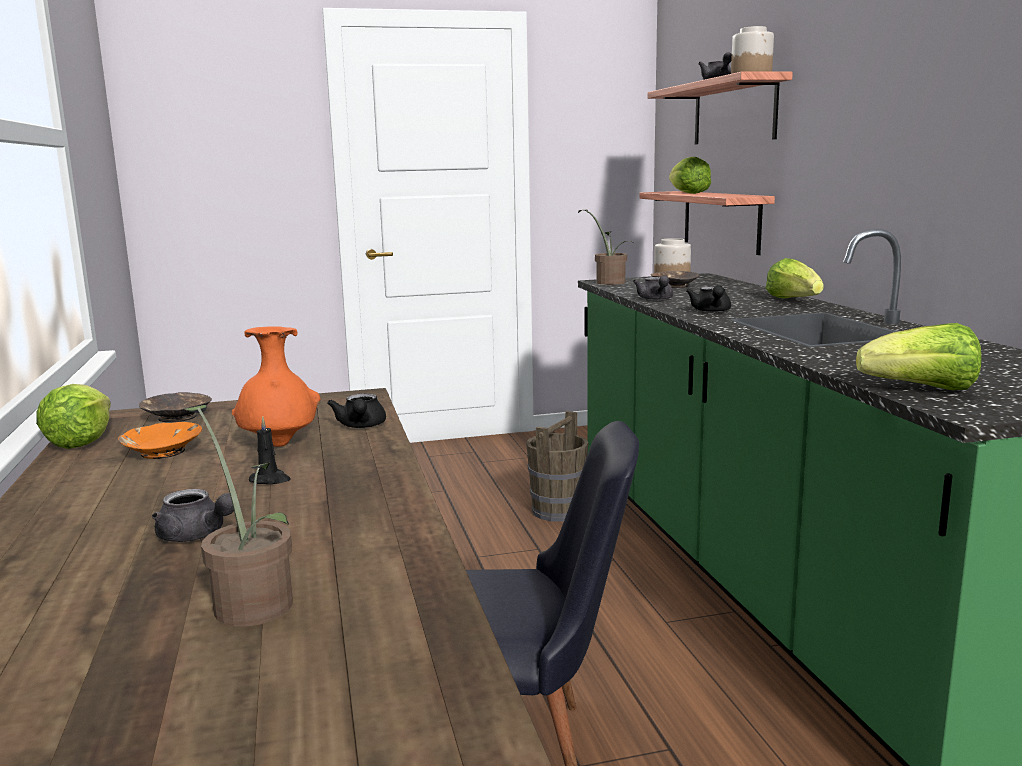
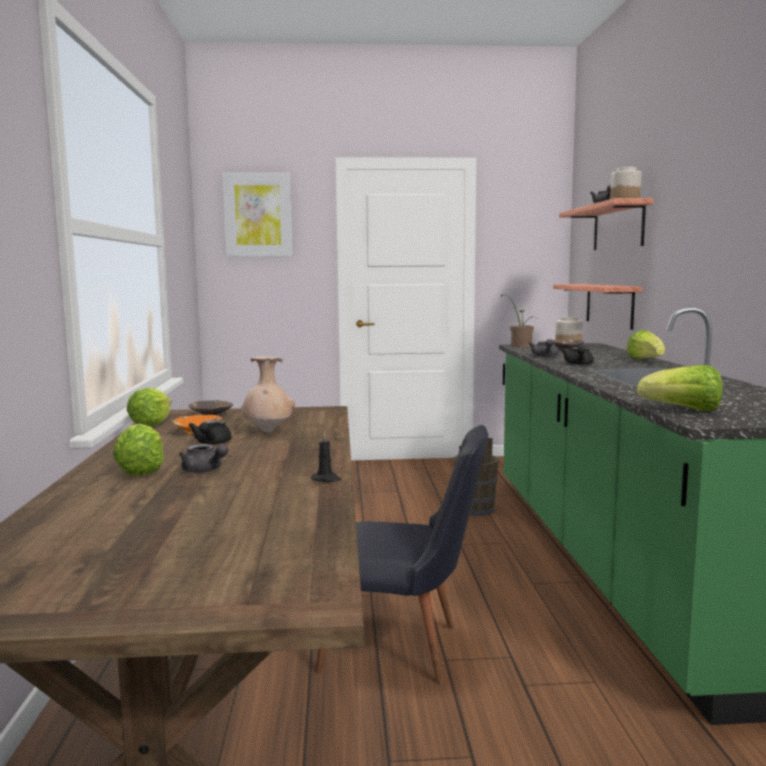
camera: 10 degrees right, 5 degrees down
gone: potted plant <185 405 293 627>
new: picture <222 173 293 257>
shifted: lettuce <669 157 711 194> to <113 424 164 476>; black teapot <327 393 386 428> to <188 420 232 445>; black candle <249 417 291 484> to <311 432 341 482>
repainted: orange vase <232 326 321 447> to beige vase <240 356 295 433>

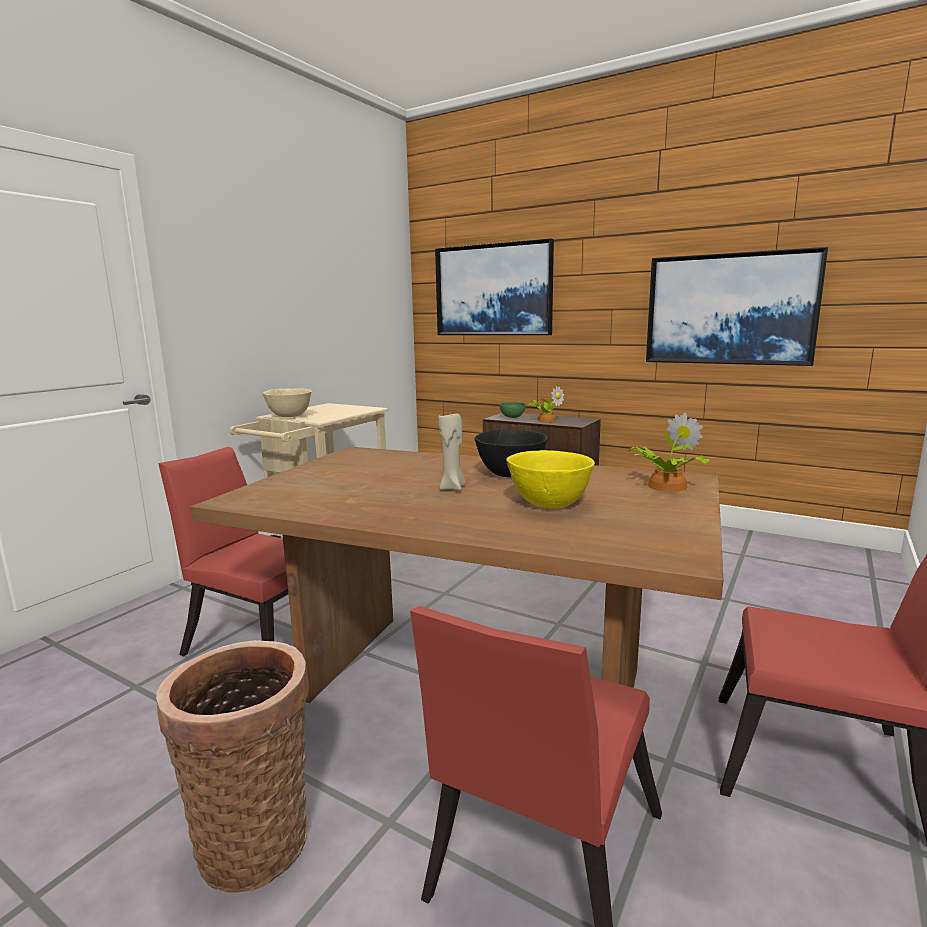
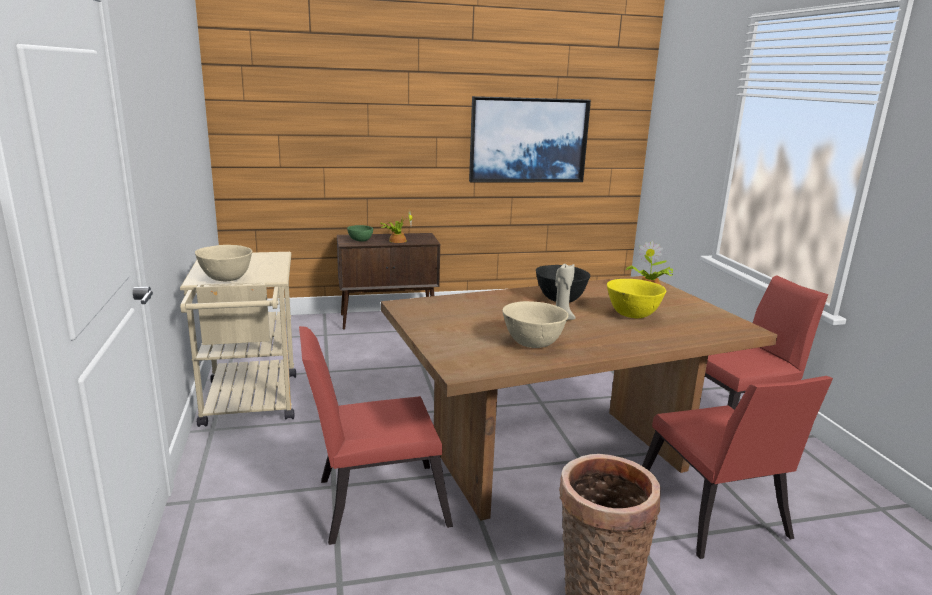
camera: 45 degrees left, 5 degrees up
gone: picture <435 238 554 335>
new: beige bowl <502 301 569 348>

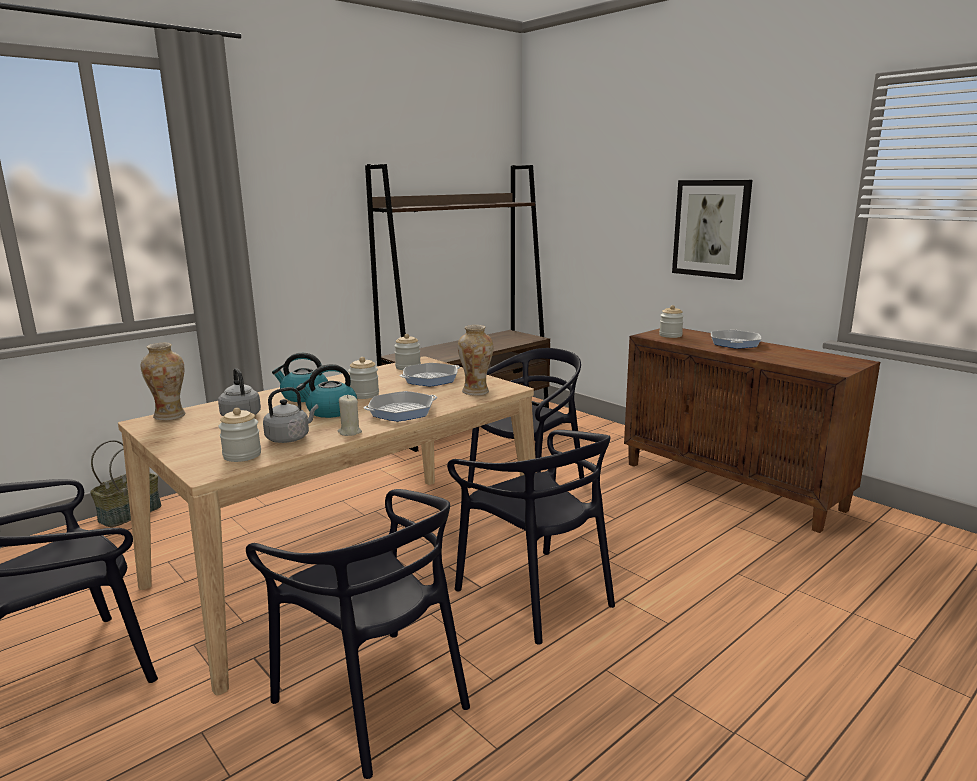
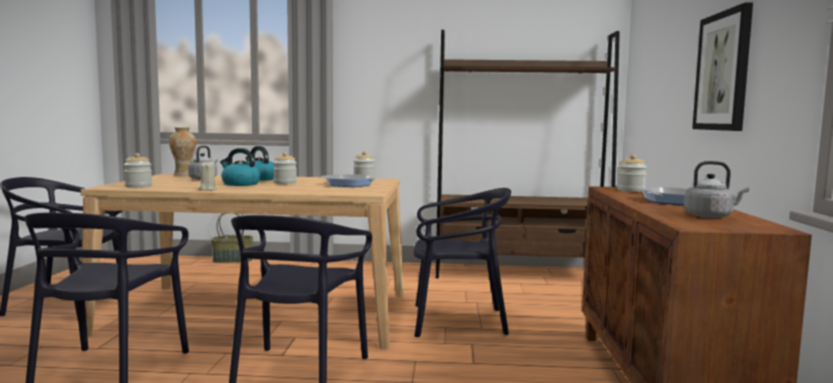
camera: 45 degrees right, 10 degrees down
gone: frying pan <364 391 437 422>; vase <458 325 493 396>
shifted: grey kettle <263 387 319 443> to <684 161 749 218>

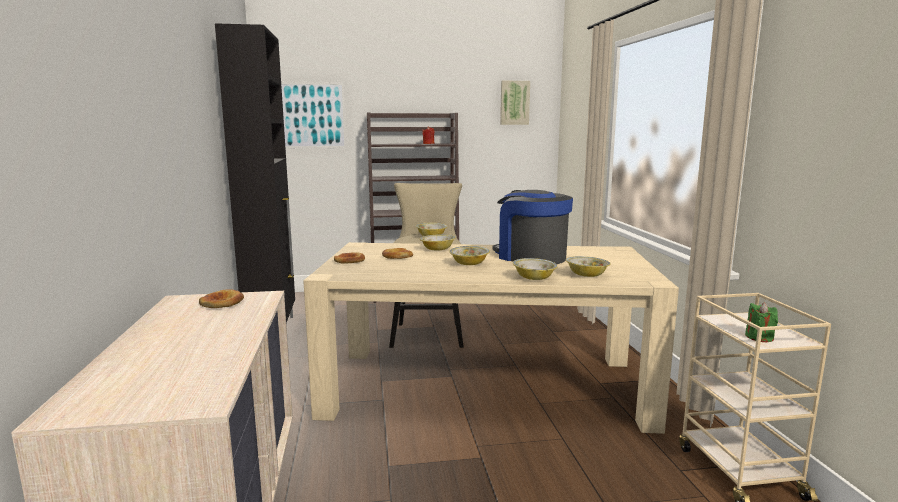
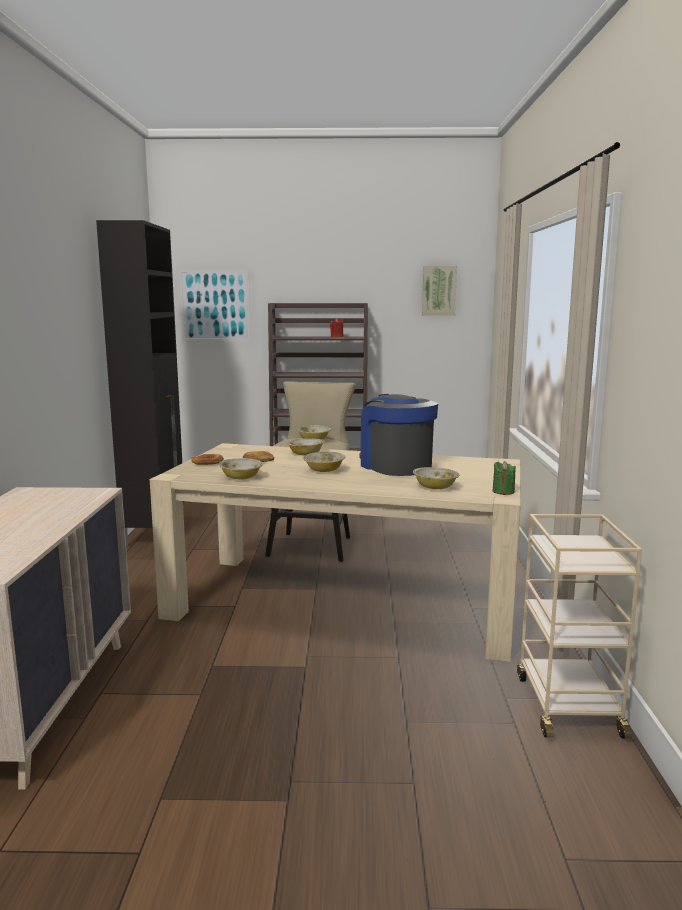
camera: 10 degrees right, 0 degrees up
gone: bread <199 289 244 308>
shifted: bowl <513 258 558 280> to <219 458 263 479>; green candle <745 303 778 342> to <493 461 516 495>

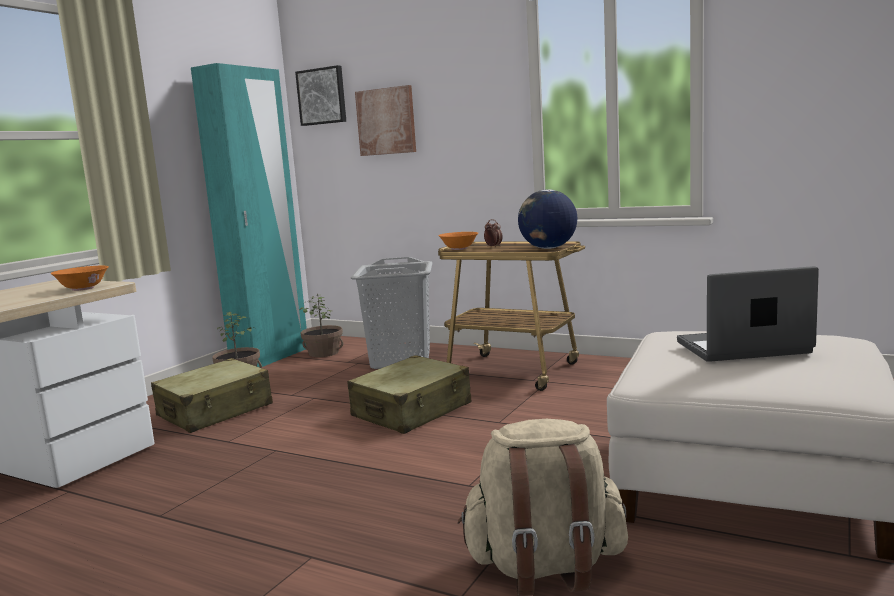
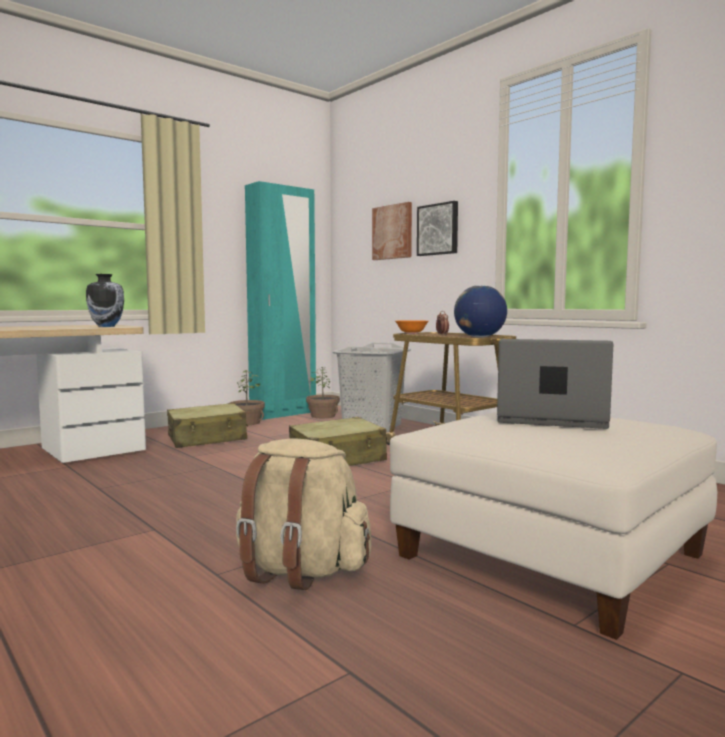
camera: 20 degrees right, 5 degrees down
shifted: picture <295 65 346 126> to <417 201 458 256>
swapped: orange bowl <50 266 109 291> to vase <86 274 124 327>

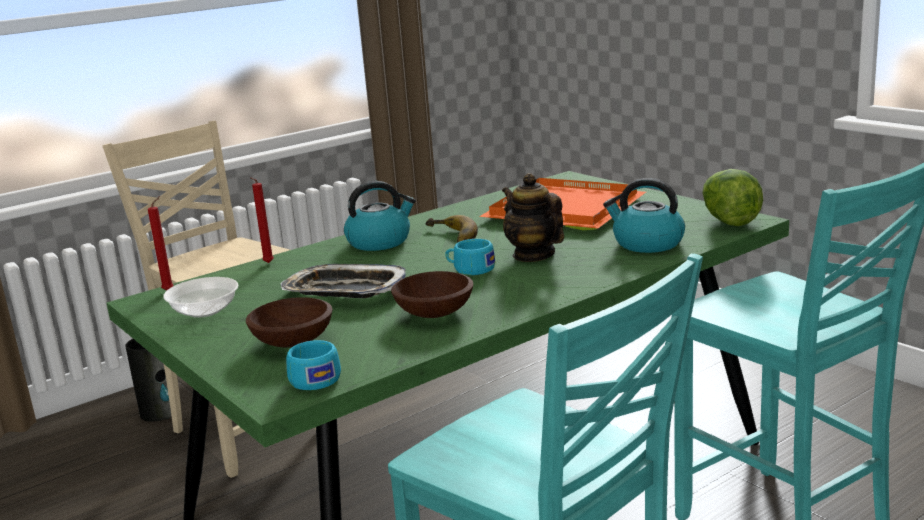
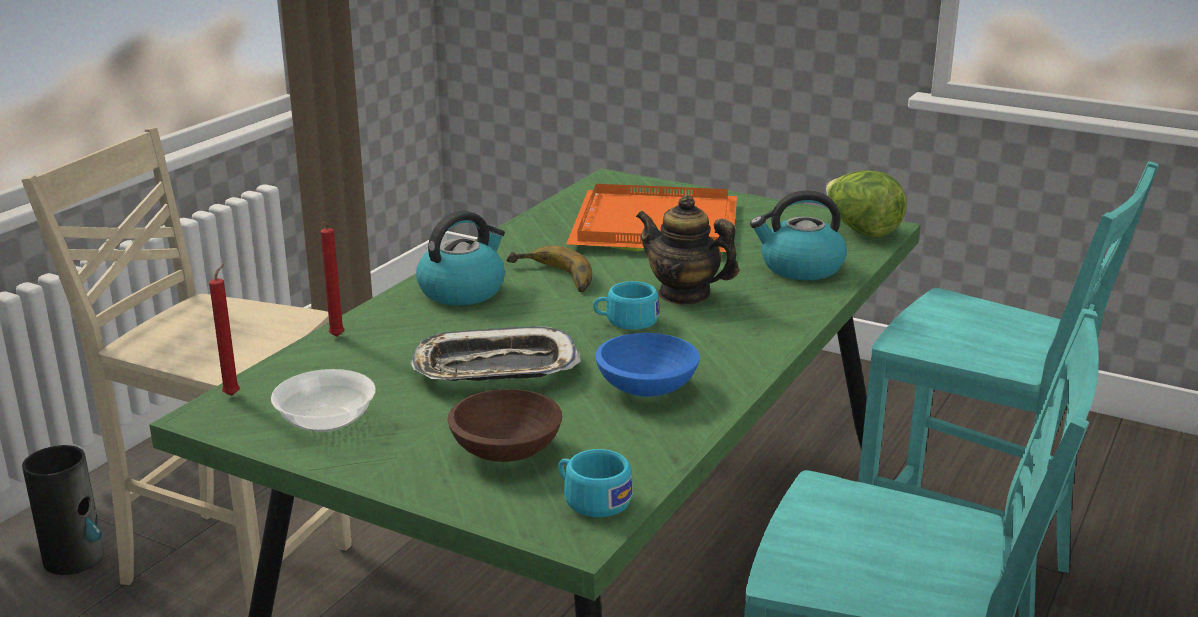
camera: 25 degrees left, 5 degrees up
repainted: brown bowl <391 271 473 318> to blue bowl <595 333 700 397>

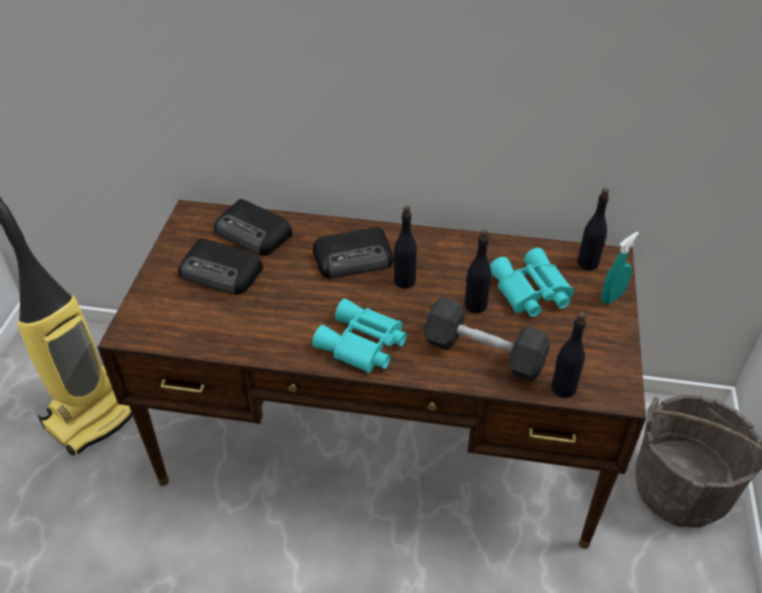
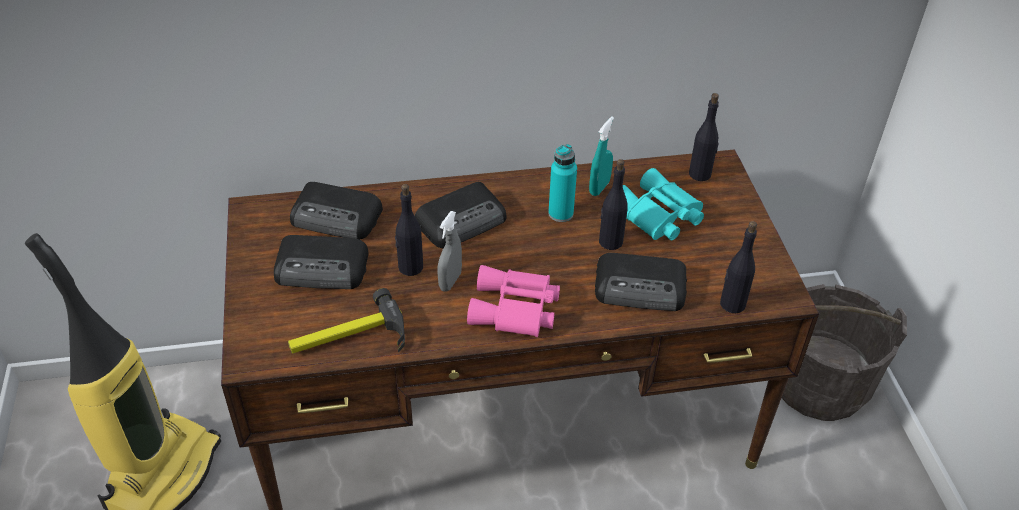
camera: 20 degrees left, 0 degrees up
new: hammer <288 288 405 354>; grey spray bottle <438 211 462 292>; turquoise bottle <548 144 577 222>
shifted: black bottle <393 205 417 289> to <395 184 423 276>; turquoise spray bottle <601 232 639 304> to <589 116 614 196>
swapped: black dumbbell <424 297 550 381> to radio <595 253 687 311>
repainted: turquoise binoculars <312 299 407 373> to pink binoculars <467 265 560 337>

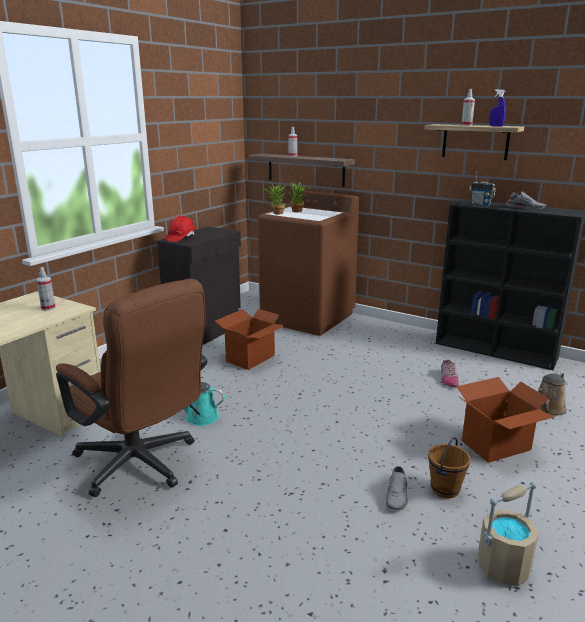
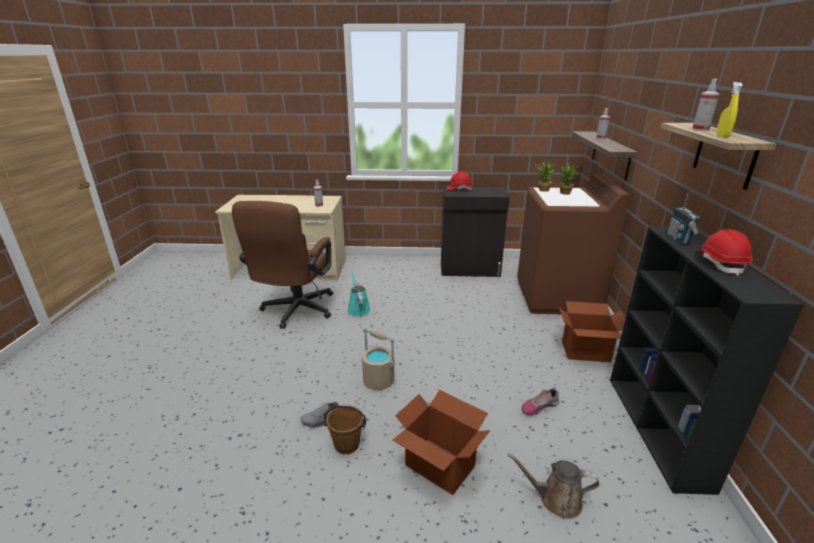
camera: 60 degrees right, 5 degrees up
shifted: beige bucket <478 482 539 586> to <362 328 395 390>; cardboard box <215 309 286 370> to <559 301 625 362>
swapped: grey shoe <506 191 546 210> to red hard hat <697 230 753 276>
repainted: blue spray bottle <489 89 506 127> to yellow spray bottle <716 82 743 138>

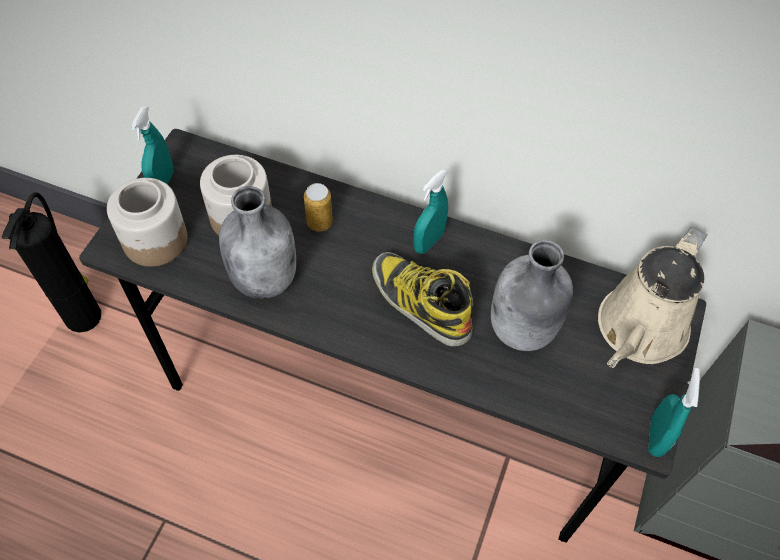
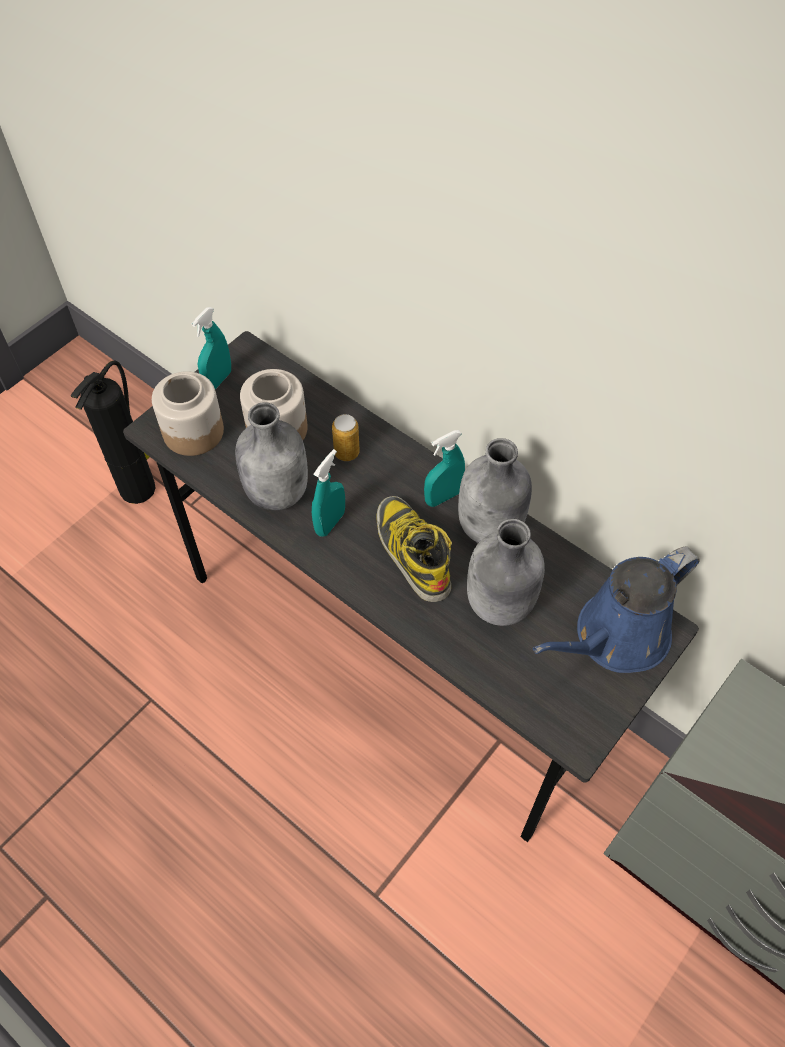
camera: 20 degrees right, 0 degrees up
new: grey bottle <458 438 532 543>
shifted: turquoise spray bottle <648 368 700 457> to <312 449 345 537>
repainted: beige watering can <598 227 707 368> to blue watering can <533 547 700 673>

